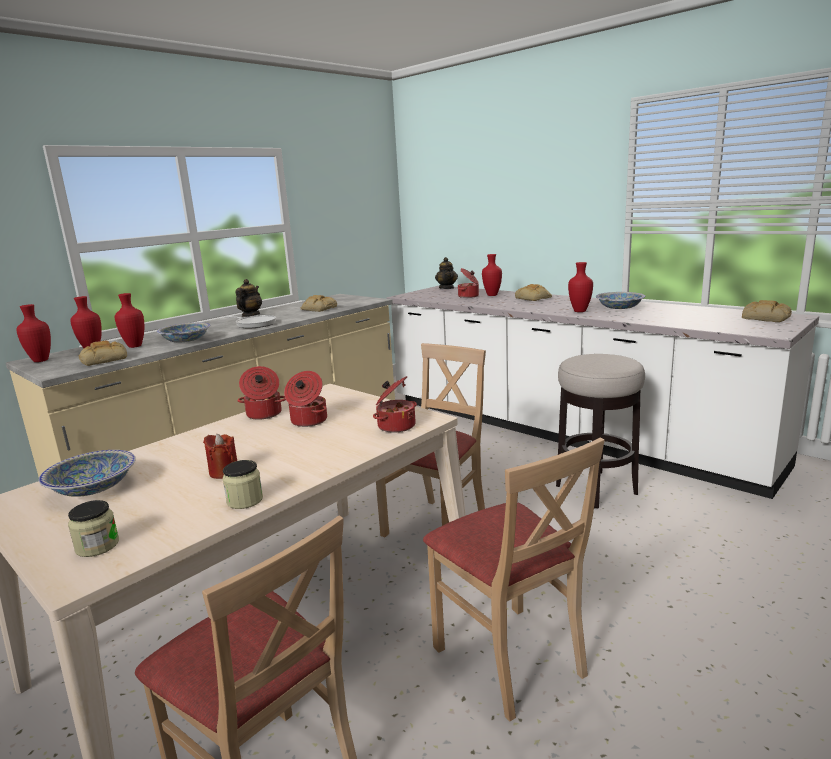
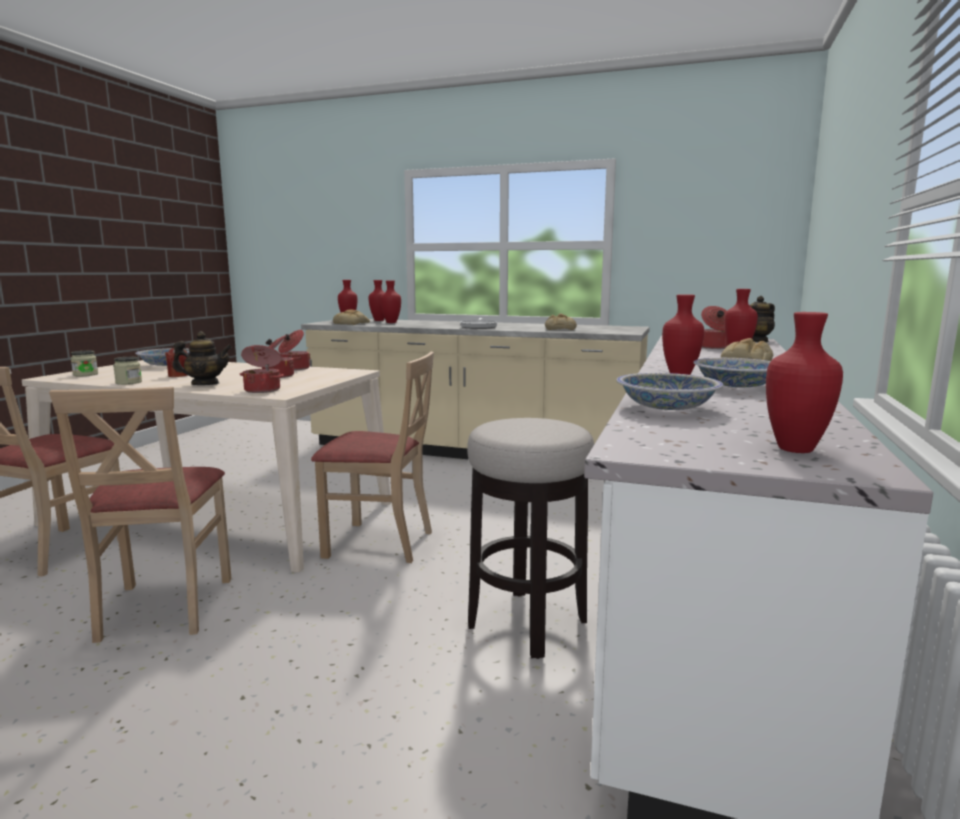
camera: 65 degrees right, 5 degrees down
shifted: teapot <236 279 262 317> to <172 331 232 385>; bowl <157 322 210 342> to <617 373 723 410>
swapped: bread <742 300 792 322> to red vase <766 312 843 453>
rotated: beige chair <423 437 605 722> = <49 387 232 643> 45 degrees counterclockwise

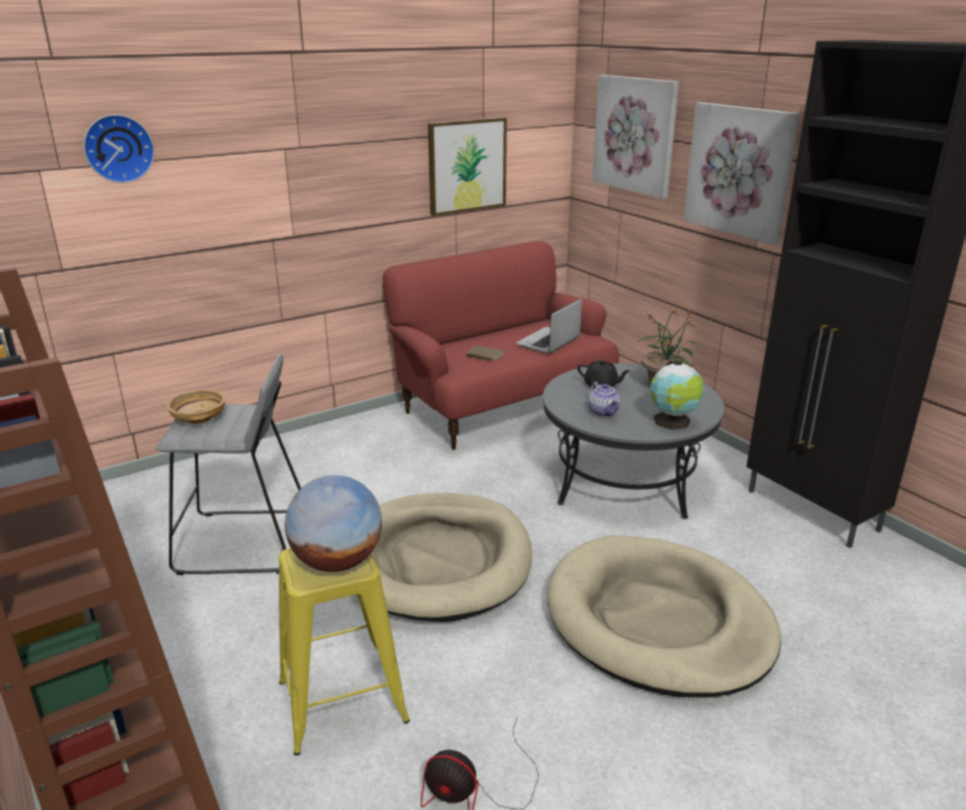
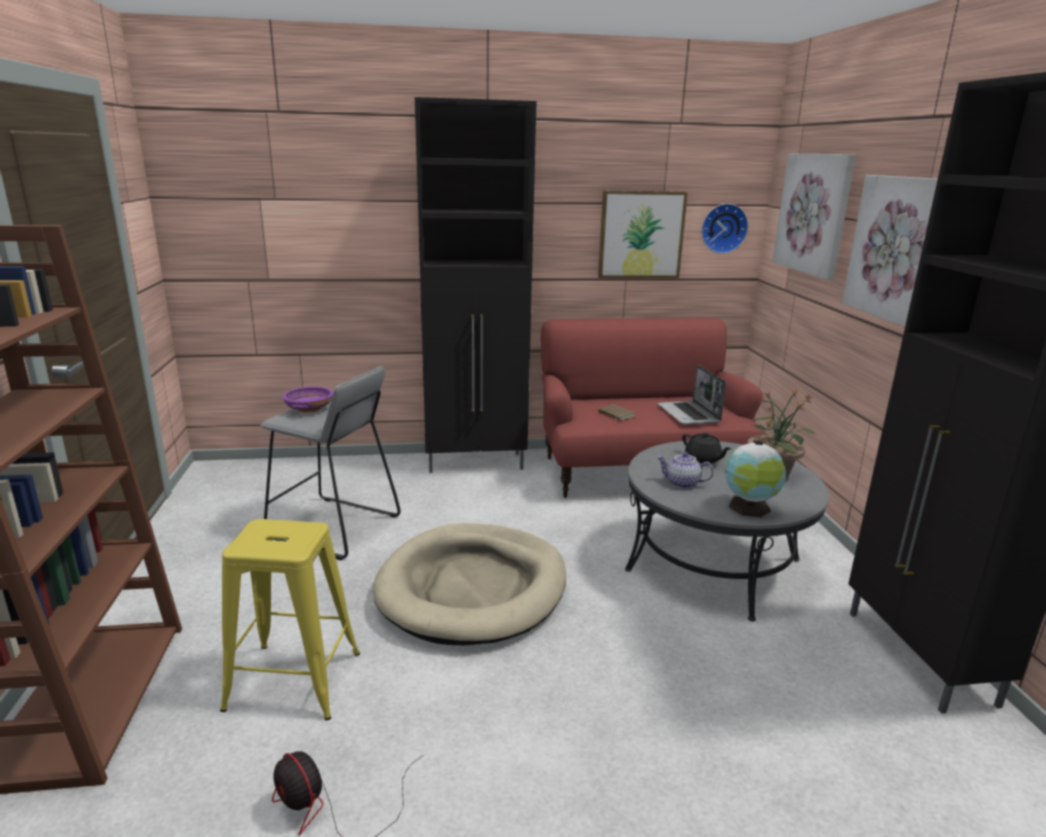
camera: 25 degrees right, 5 degrees down
gone: globe <285 475 382 572>; beige dog bed <547 536 781 697>
new: black cabinet <415 97 537 473>
shifted: wall clock <83 114 154 183> to <701 203 748 254>
repainted: beige bowl <166 390 226 424> to purple bowl <282 387 333 413>
rotated: laptop <516 298 582 354> = <657 365 726 425> 75 degrees counterclockwise; teapot <588 381 620 417> = <657 452 714 488> 105 degrees clockwise

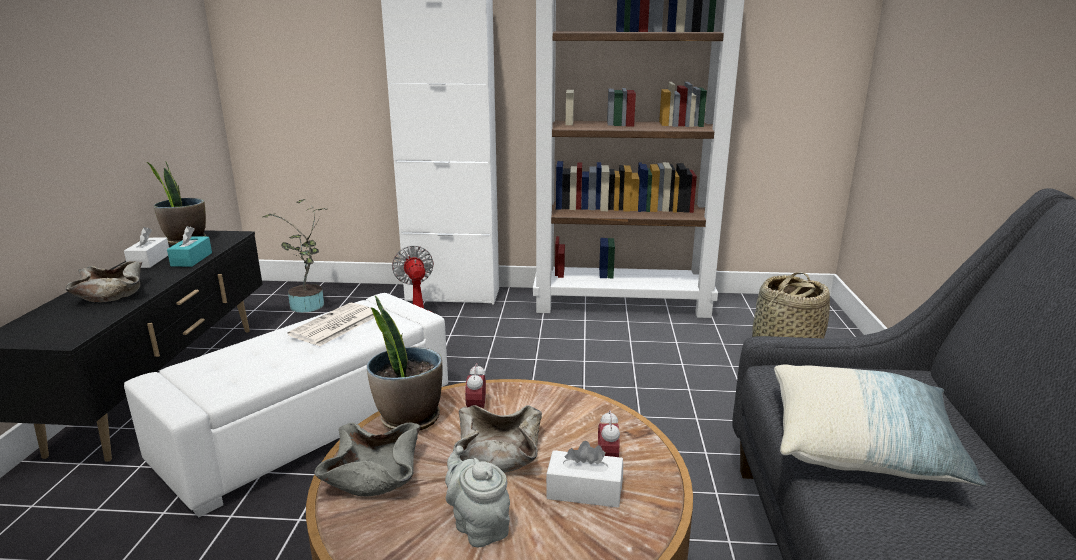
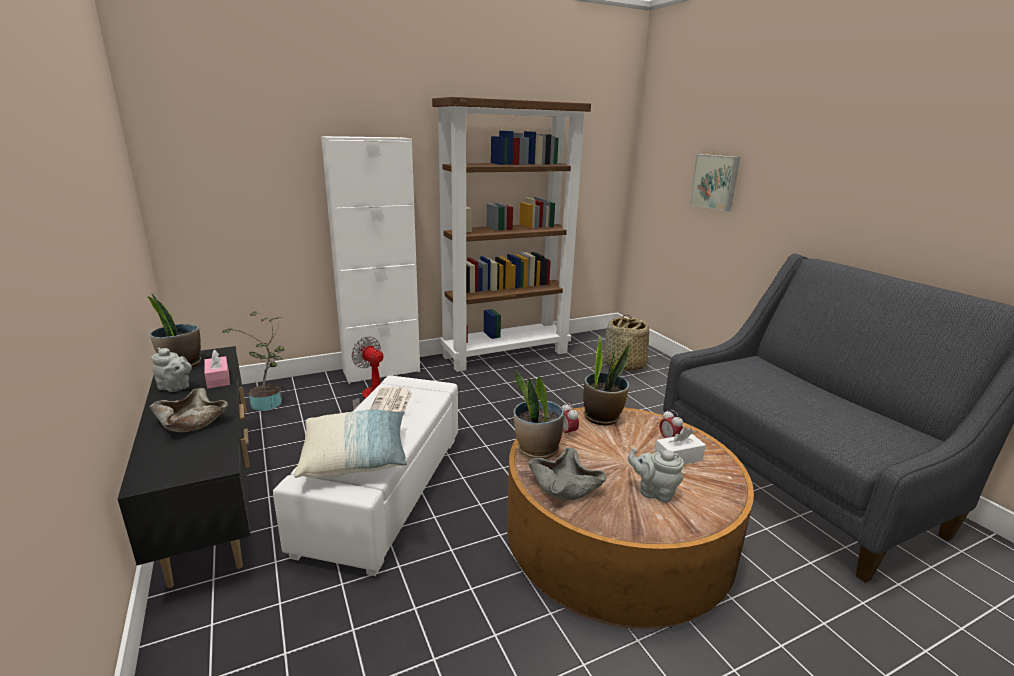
camera: 30 degrees left, 0 degrees up
gone: beige bowl <453 405 542 473>
new: potted plant <583 334 629 425>; picture <689 154 740 212>
shifted: pillow <774 364 986 486> to <294 410 408 478>
swapped: white tissue box <124 227 169 268> to grey teapot <151 348 192 392>
repainted: turquoise tissue box <167 226 212 267> to pink tissue box <204 350 230 388>

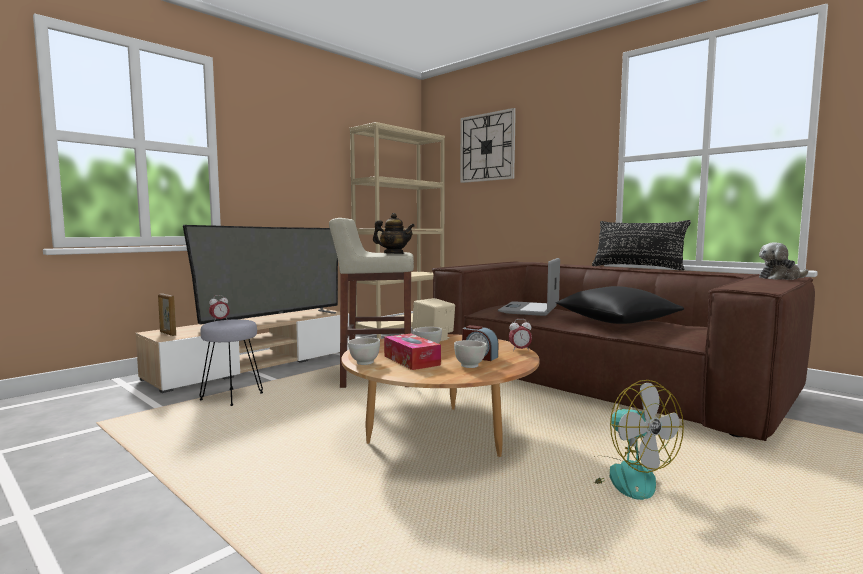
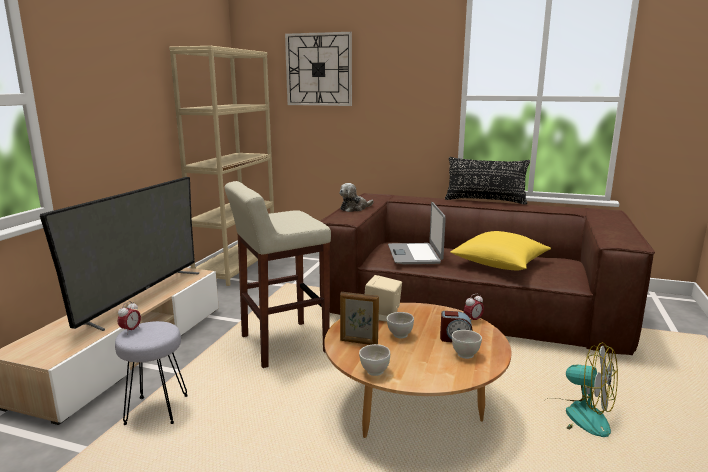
camera: 25 degrees left, 10 degrees up
gone: teapot <373 213 415 254>; tissue box <384 334 441 370>
shifted: plush toy <759 242 808 280> to <339 183 374 212>; picture frame <158 293 176 336> to <340 292 379 345>
repainted: black pillow <556 286 684 324> to yellow pillow <450 231 551 271>

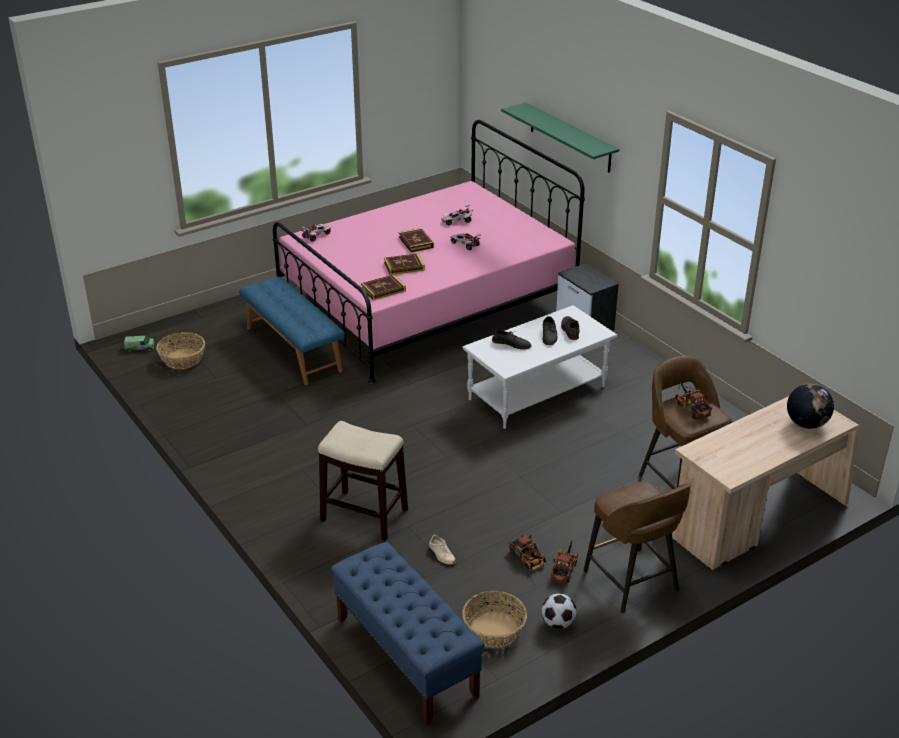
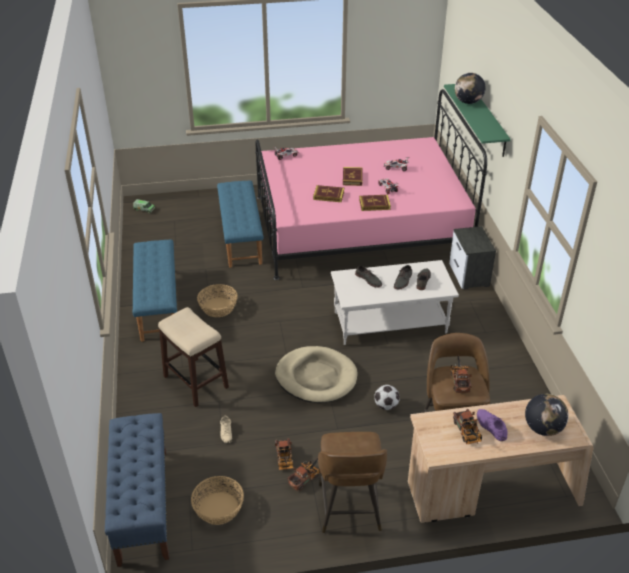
camera: 25 degrees right, 5 degrees up
new: blue bench <133 240 177 342>; beige dog bed <275 346 358 403>; toy truck <453 409 482 444>; globe <455 73 486 104>; purple shoe <477 409 508 441>
shifted: basket <156 332 205 369> to <197 284 238 317>; book <361 275 406 300> to <359 195 391 211>; football <542 594 577 629> to <374 385 400 410>

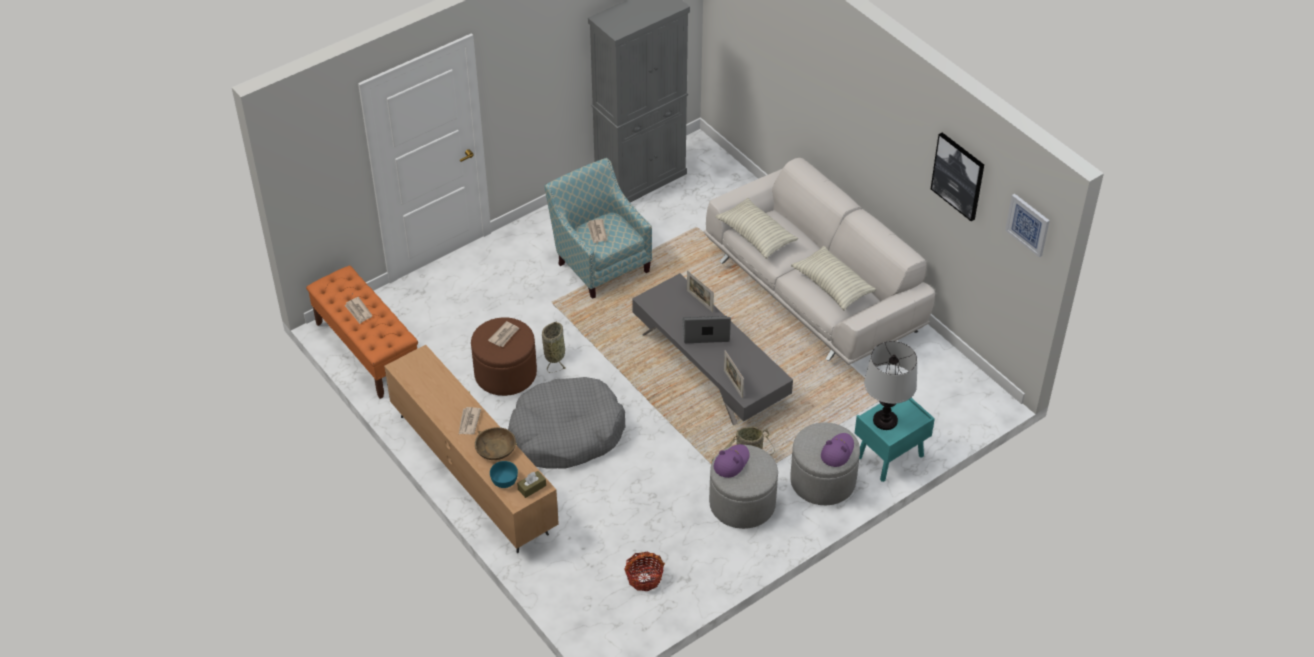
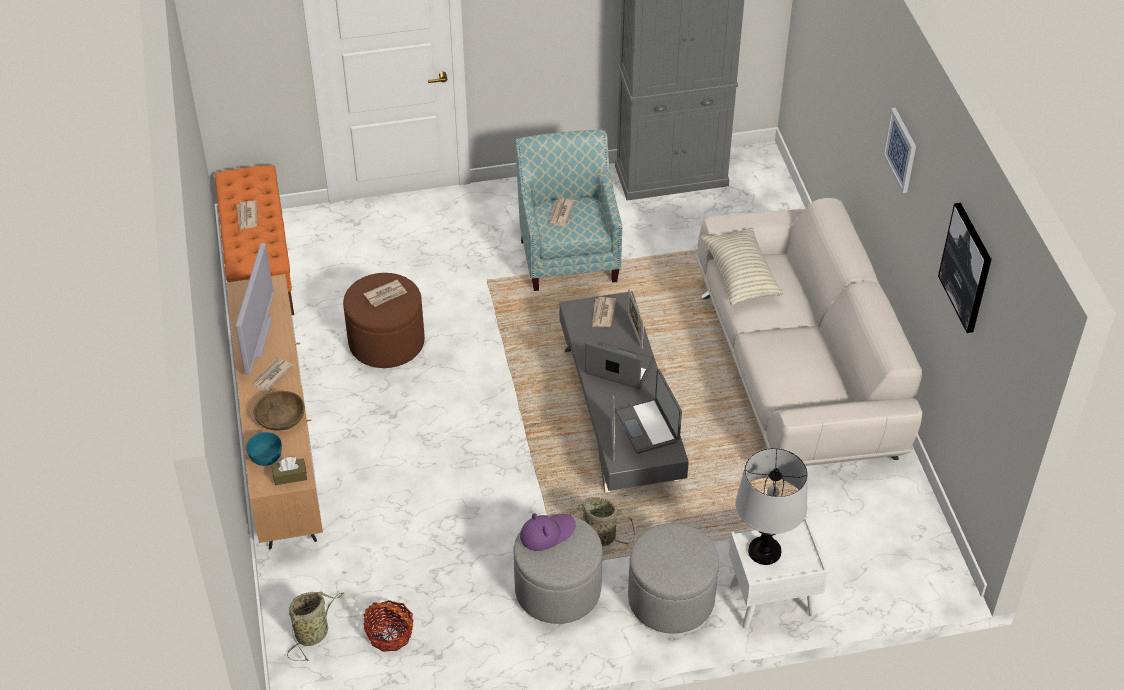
camera: 25 degrees right, 0 degrees up
gone: grey dog bed <508 377 626 469>; pillow <791 246 877 311>; purple hat <821 433 854 467>
new: television <235 243 274 375>; newspaper <592 297 616 327>; laptop <615 369 682 454>
shifted: basket <542 321 565 373> to <287 592 344 661>; picture <1005 194 1050 257> to <883 108 916 193>
repainted: turquoise nightstand <855 398 935 482> to white nightstand <729 519 828 628>

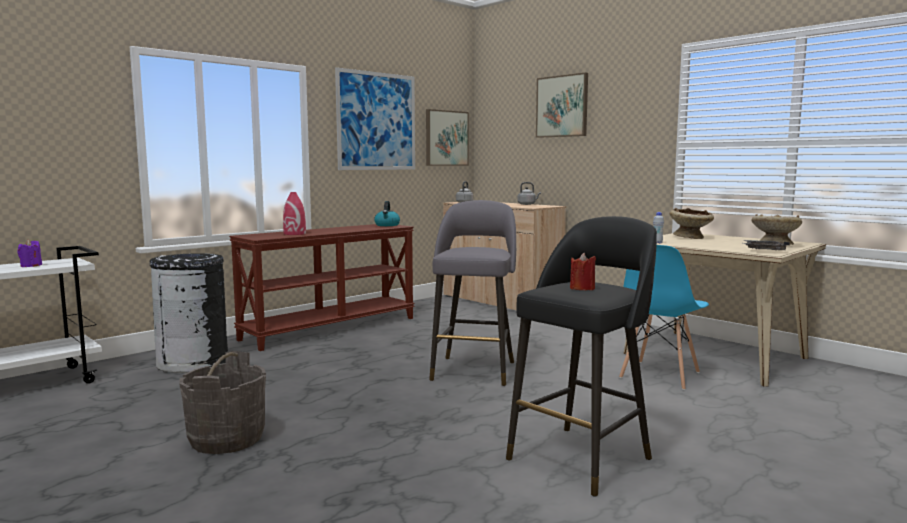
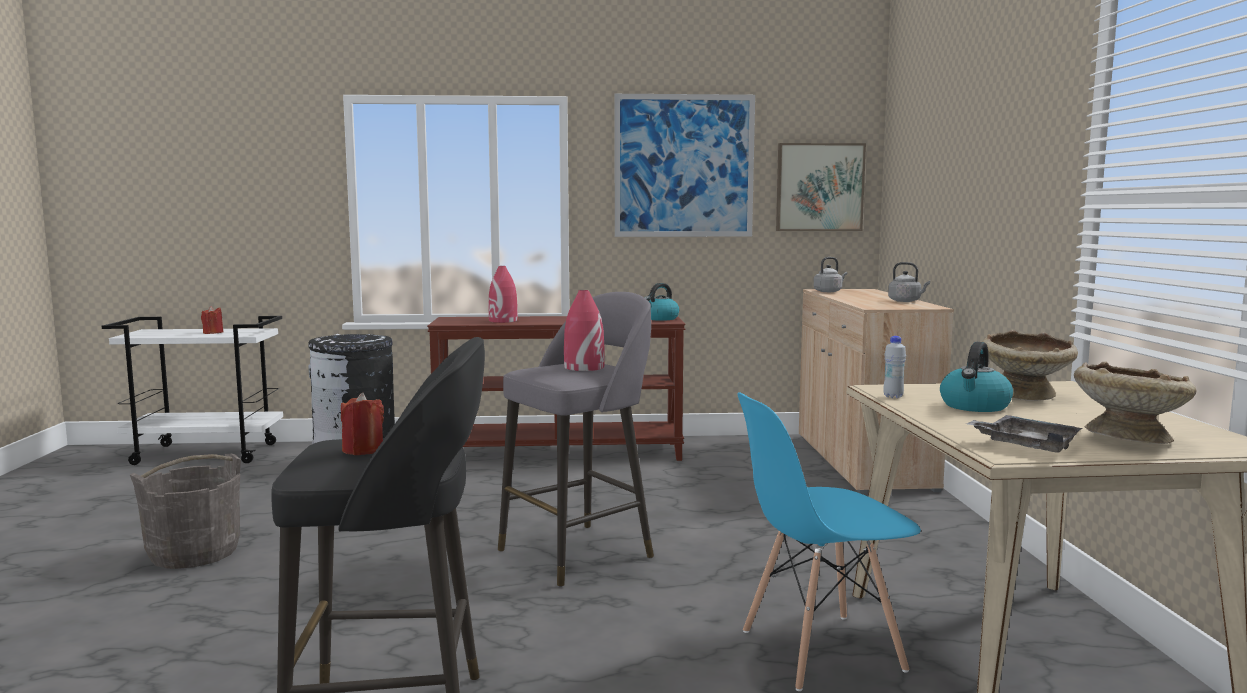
camera: 40 degrees right, 0 degrees up
gone: picture <536 72 588 138>
new: red vase <564 290 605 371>; kettle <940 342 1013 412>
repainted: purple candle <17 240 42 267> to red candle <201 306 223 334>

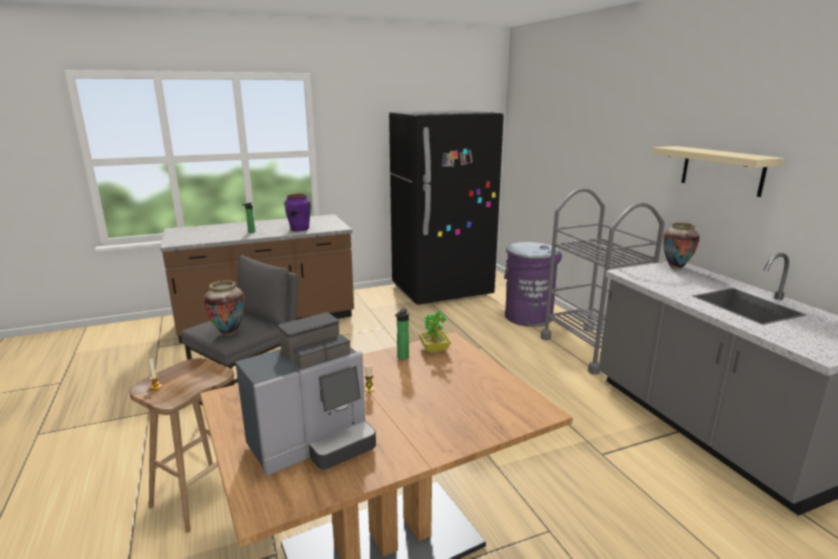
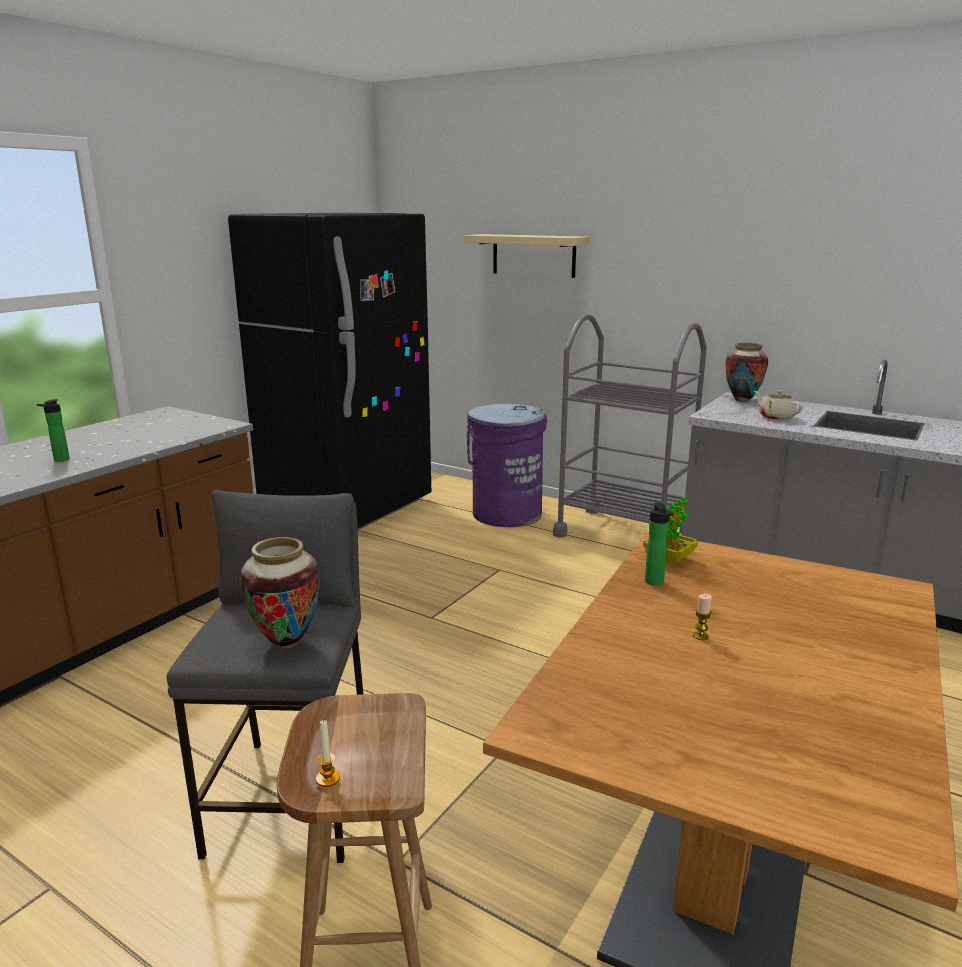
camera: 35 degrees left, 0 degrees up
gone: coffee machine <235 312 376 476>; purple vase <284 194 311 231>
new: beige teapot <754 390 803 420>
shifted: beige shelf <653 146 785 197> to <463 234 590 278>

